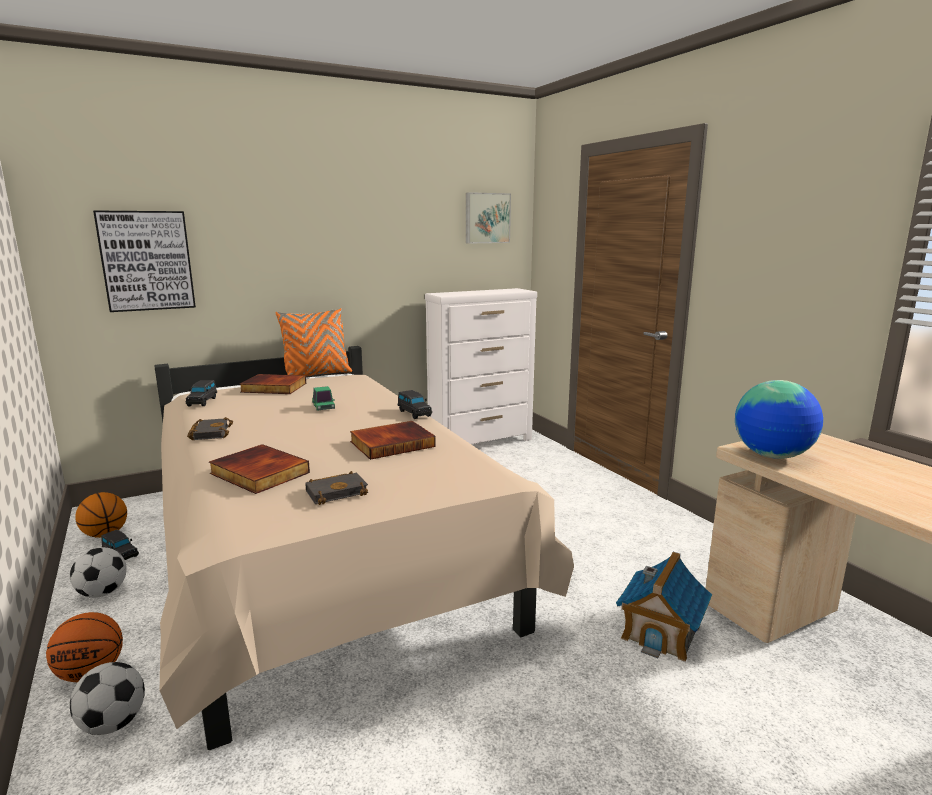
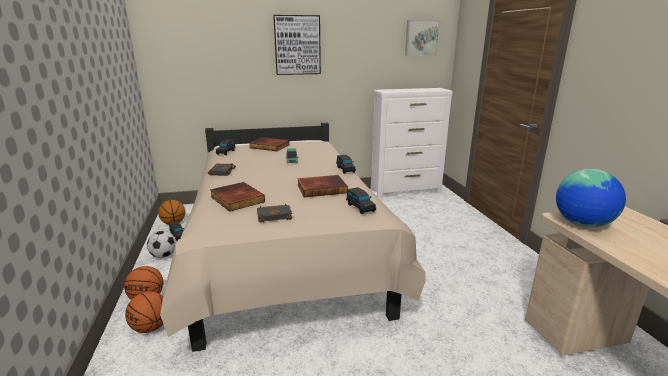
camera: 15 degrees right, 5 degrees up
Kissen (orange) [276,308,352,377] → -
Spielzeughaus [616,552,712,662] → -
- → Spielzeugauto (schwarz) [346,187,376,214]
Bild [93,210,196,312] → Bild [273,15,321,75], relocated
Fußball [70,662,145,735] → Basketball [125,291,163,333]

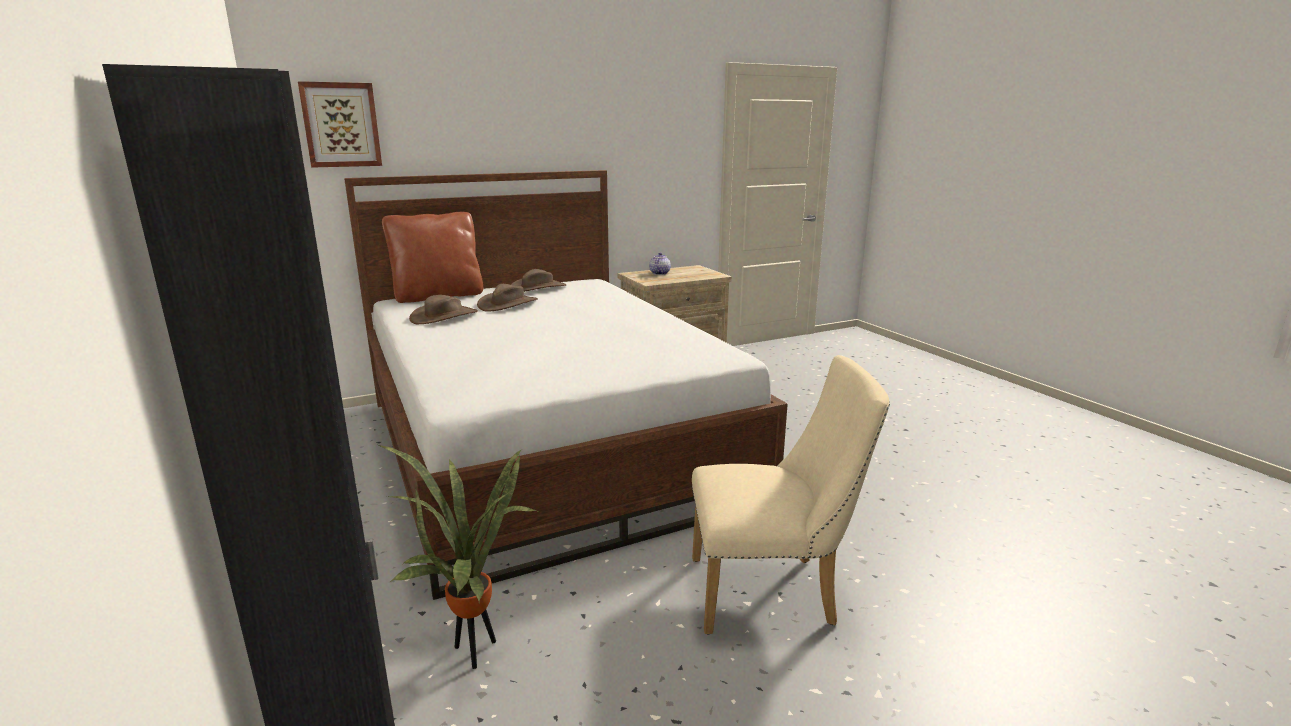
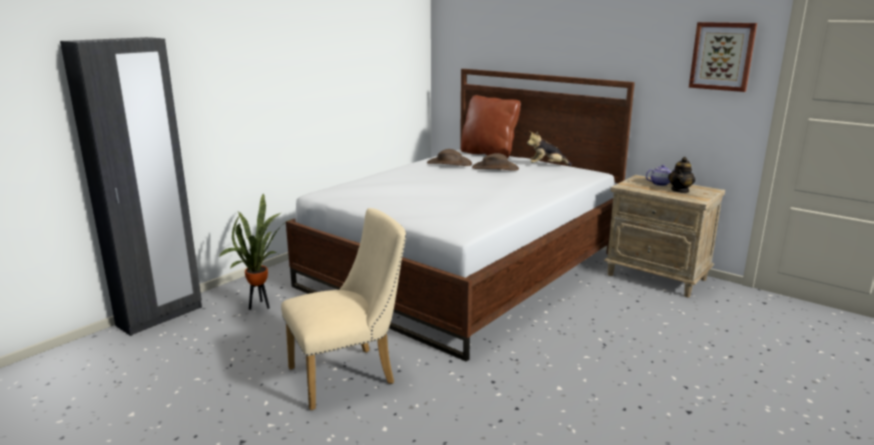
camera: 65 degrees right, 0 degrees up
- → Teekanne [668,157,696,193]
Bild [298,81,382,168] → Bild [689,22,757,92], relocated
Hut (braun) [511,269,566,292] → Plüschtier [527,131,572,166]
Stuhl (beige) [692,355,890,635] → Stuhl (beige) [281,208,406,410], 90 degrees counterclockwise

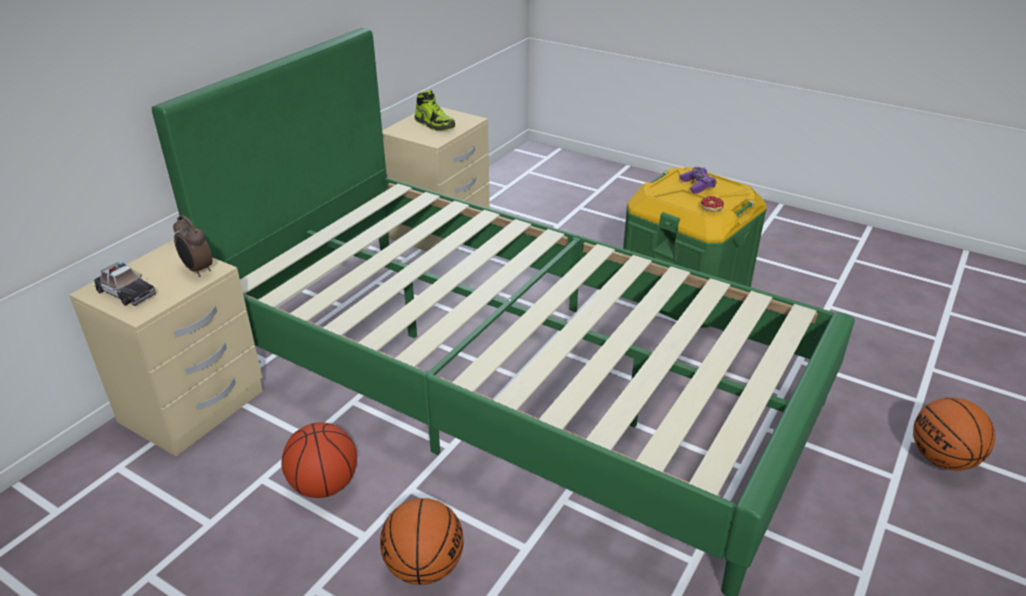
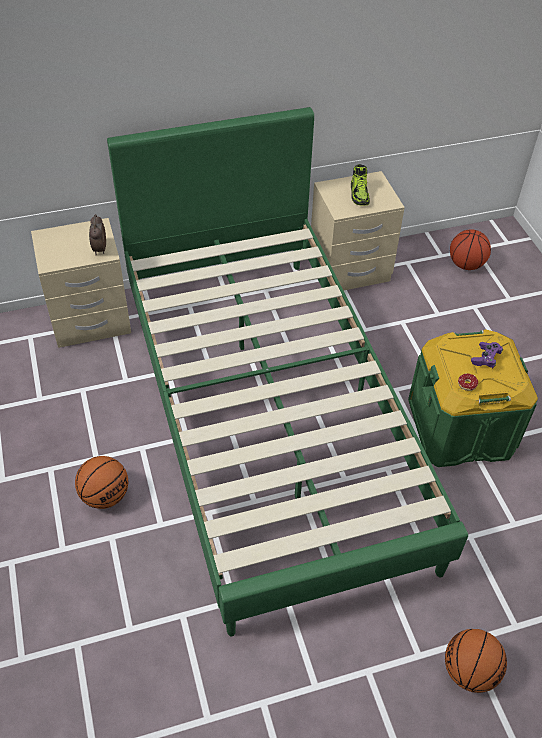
camera: 40 degrees right, 15 degrees up
Spielzeugauto [94,262,156,306] → -
Basketball [281,422,357,498] → Basketball [450,229,491,270], relocated

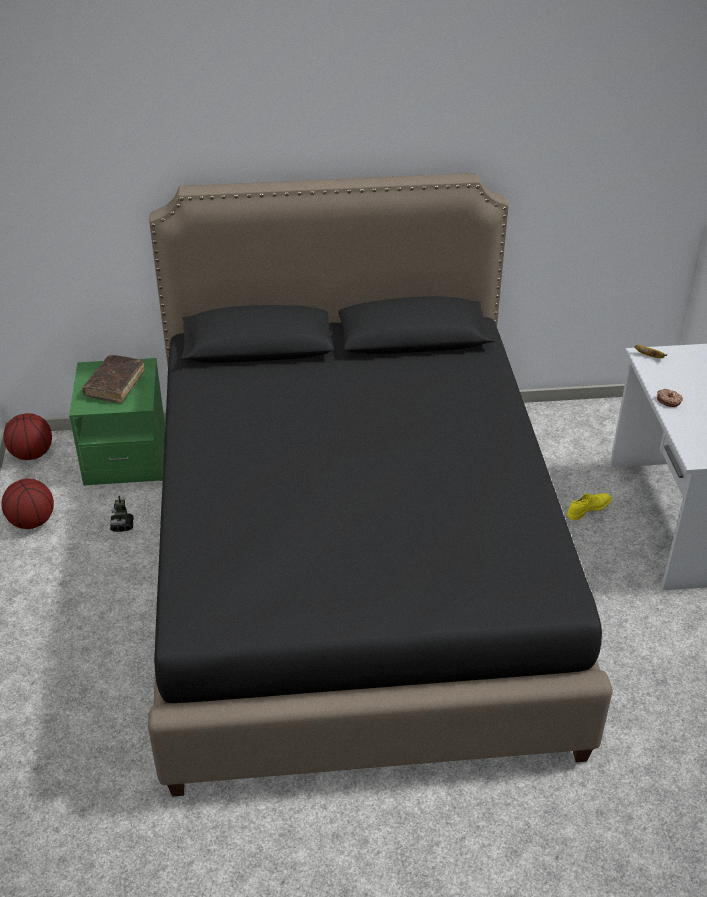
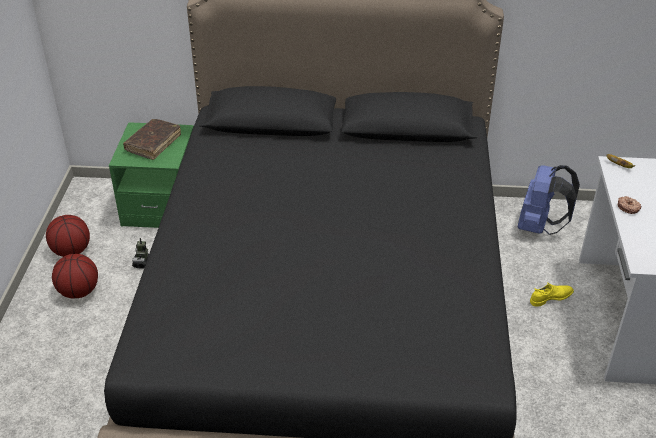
camera: 10 degrees right, 0 degrees up
- → Rucksack (blau) [518,165,580,235]
Basketball [4,413,52,460] → Basketball [52,254,98,298], relocated

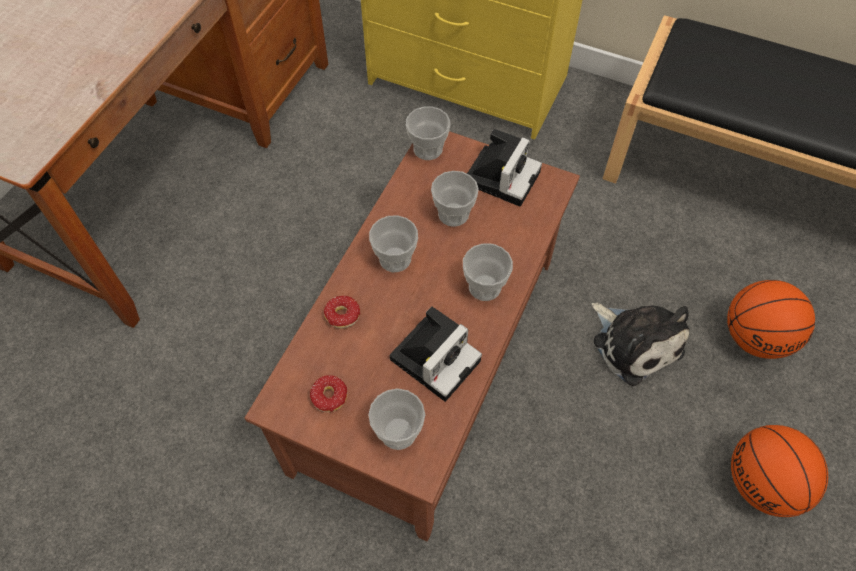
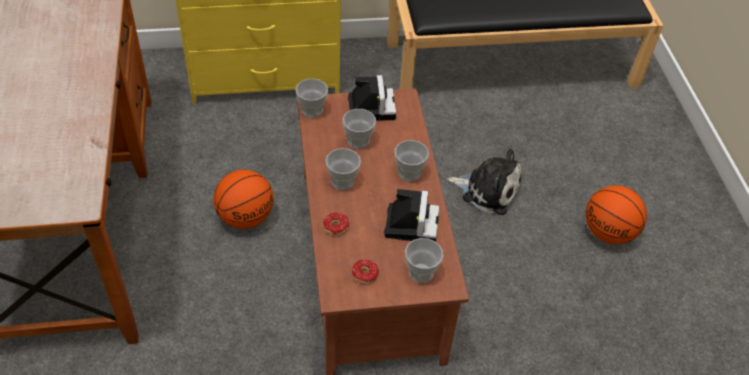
camera: 35 degrees left, 10 degrees down
Basketball [727,280,815,359] → Basketball [213,170,274,229], relocated

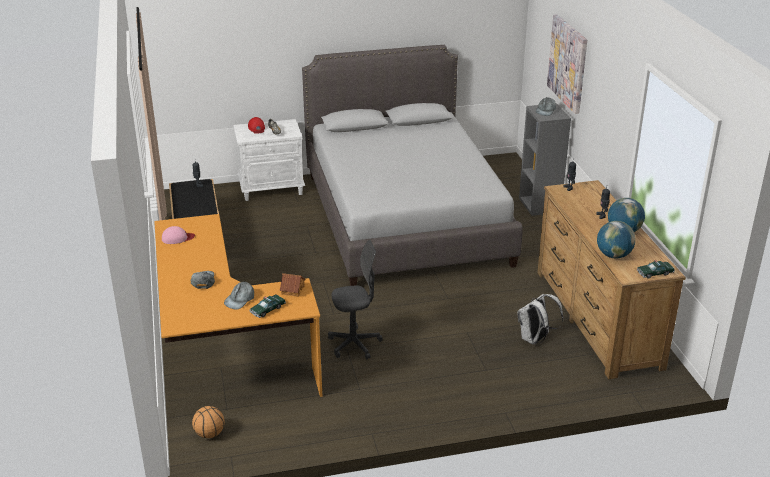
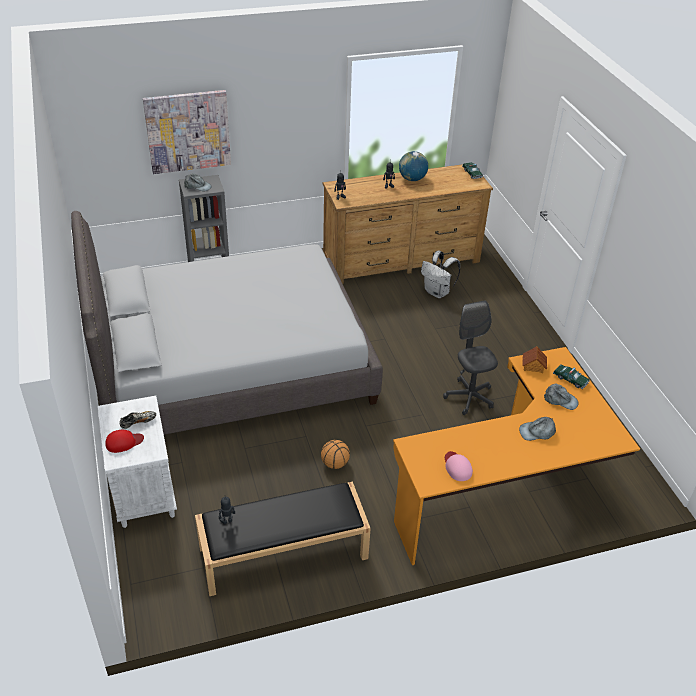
camera: 95 degrees left, 10 degrees up
Globus [597,221,636,259] → -
Basketball [192,406,225,438] → Basketball [321,440,350,469], relocated

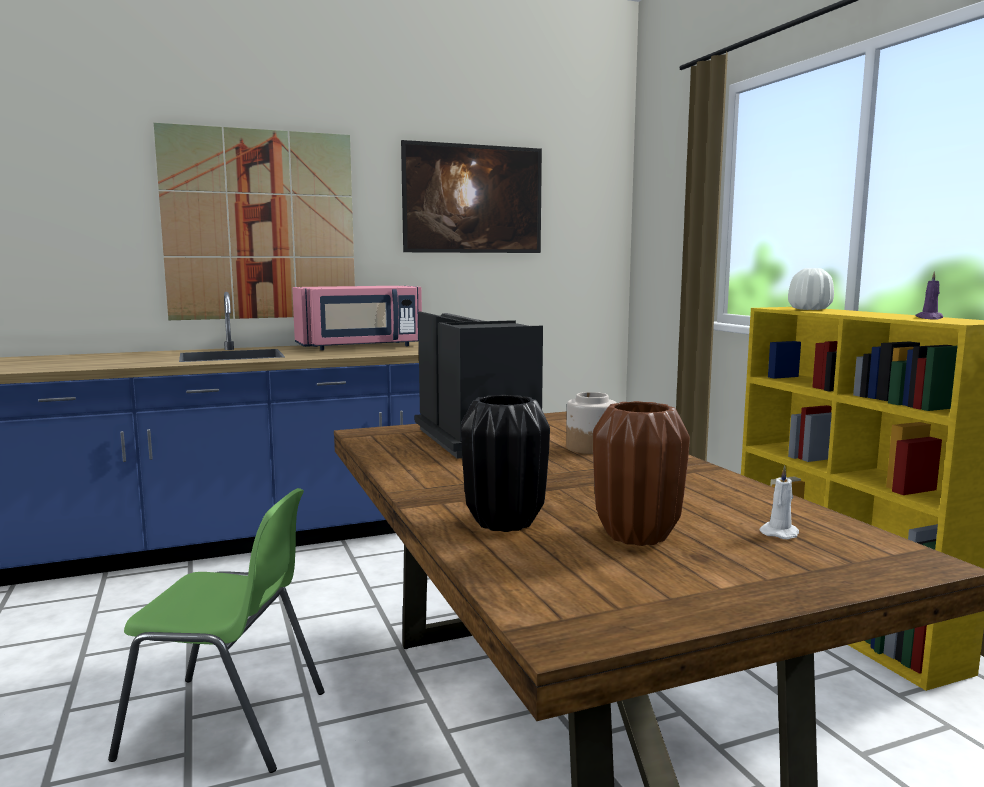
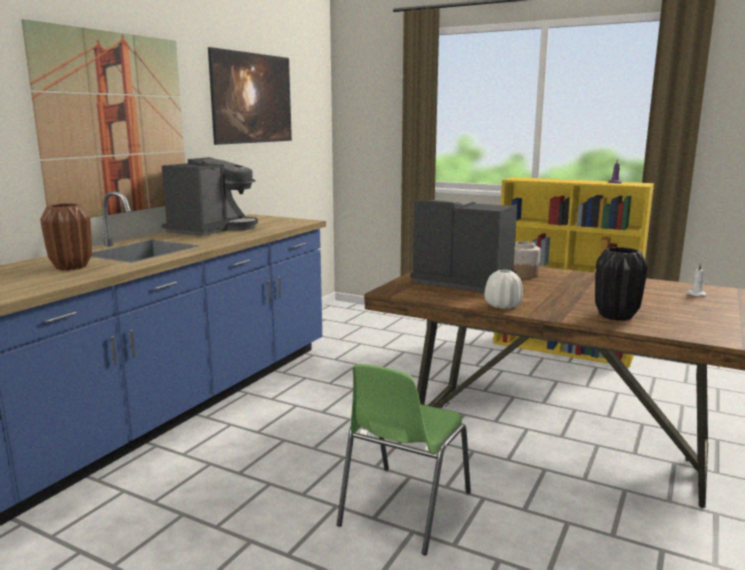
camera: 40 degrees left, 5 degrees up
Vase (braun) [593,401,690,546] → Vase (braun) [40,203,92,270], relocated
Vase (weiß) [788,268,834,310] → Vase (weiß) [484,270,523,309], relocated
Mikrowelle (rosa) [292,286,422,350] → Kaffeemaschine [162,157,258,236]
Stuhl (grün) [108,488,325,773] → Stuhl (grün) [337,364,471,555], 150 degrees clockwise

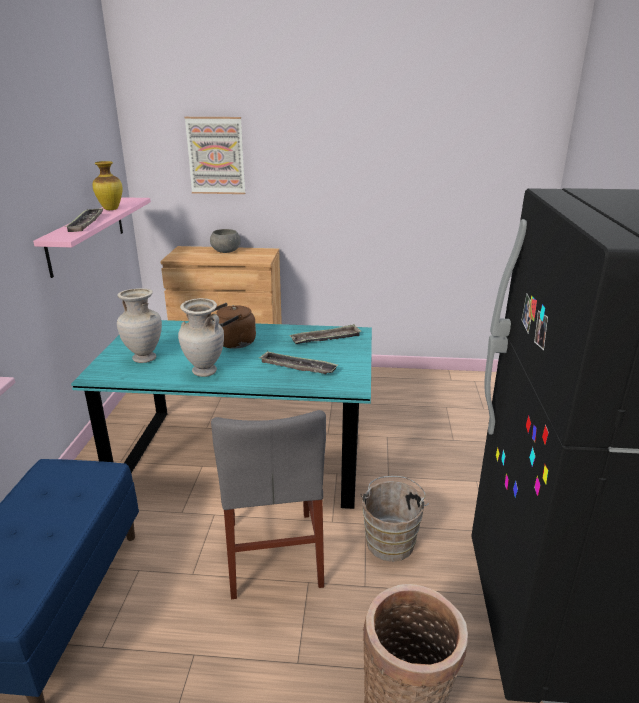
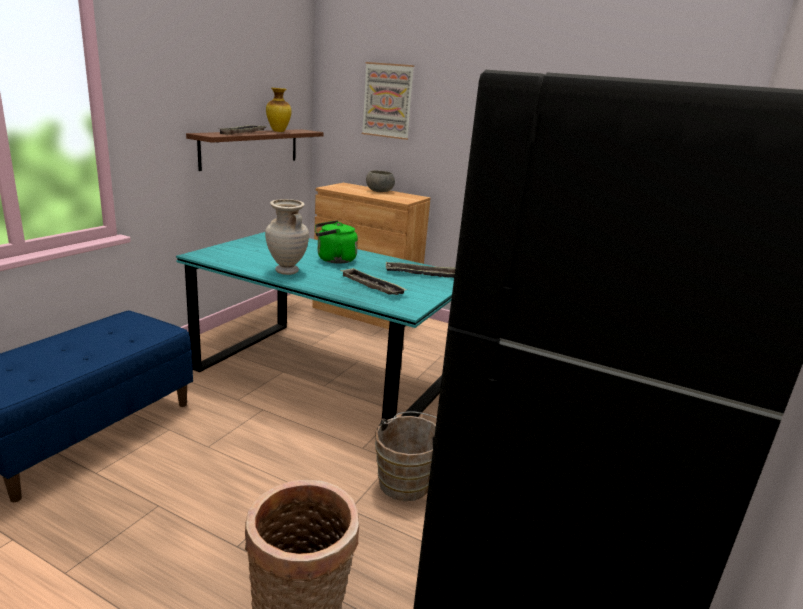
camera: 20 degrees right, 5 degrees down
Vase (beige) [117,288,162,363] → -
Stuhl (grau) [211,410,326,599] → -
Wandregal (rosa) [33,197,151,278] → Wandregal (braun) [186,129,324,171]
Wasserkessel (braun) [211,303,256,349] → Wasserkessel (grün) [315,220,358,264]

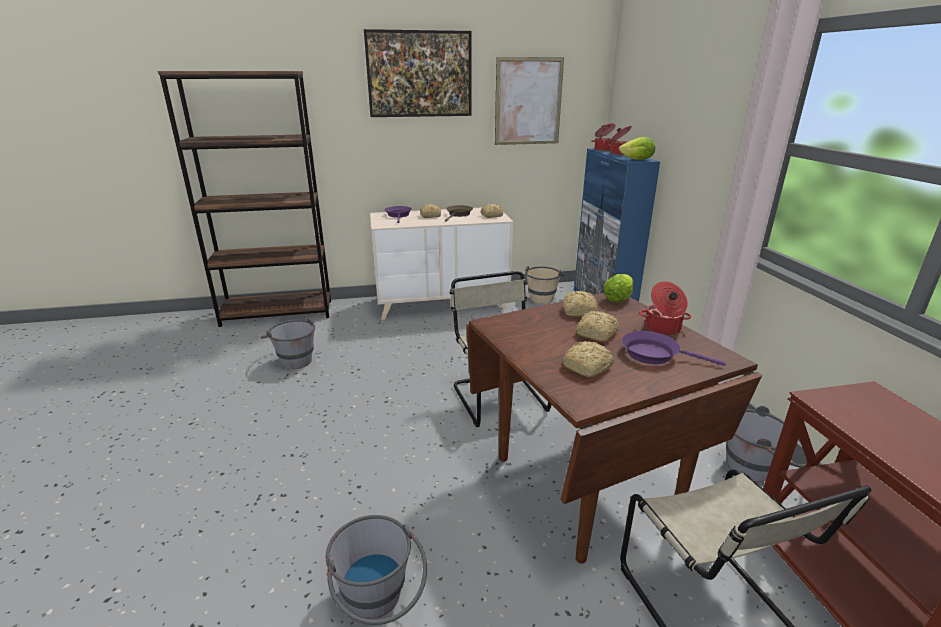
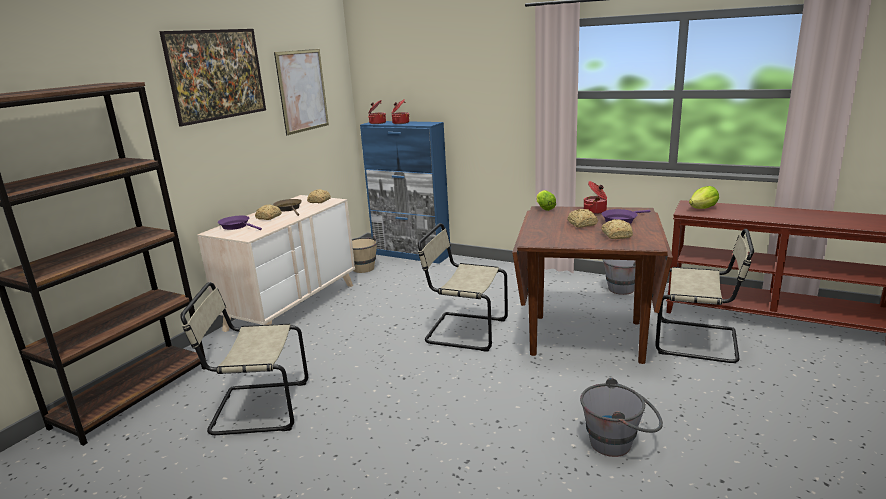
camera: 50 degrees left, 5 degrees down
Brot [564,291,598,317] → -
Salatkopf [619,137,655,160] → Salatkopf [689,186,719,209], relocated
Eimer (grau) [261,317,315,369] → Stuhl (beige) [180,282,308,435]

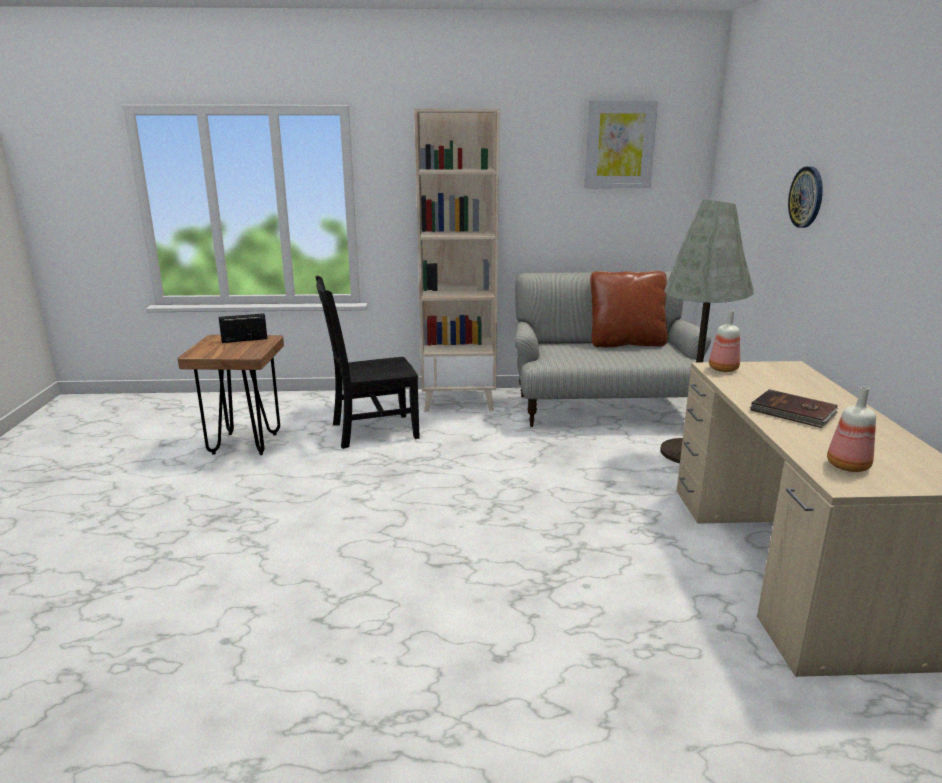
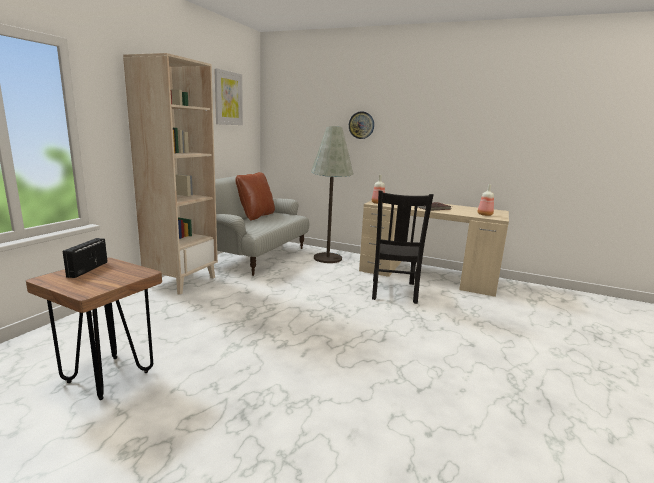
camera: 65 degrees left, 5 degrees down
Stuhl (schwarz) [316,276,420,449] → Stuhl (schwarz) [372,190,434,304], relocated

